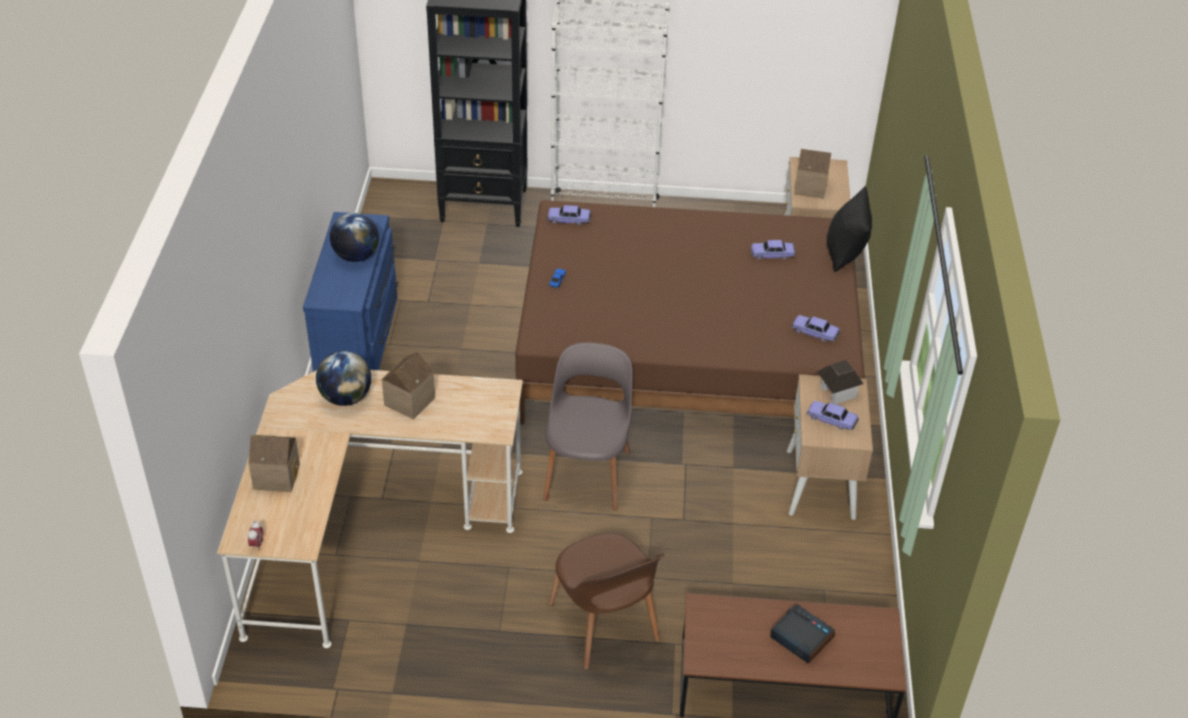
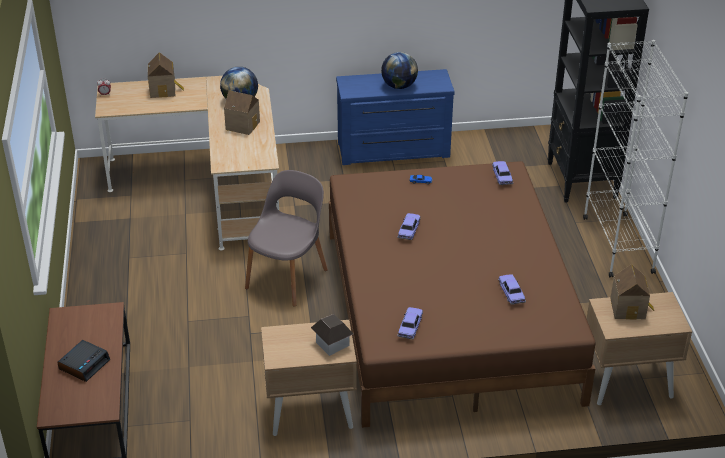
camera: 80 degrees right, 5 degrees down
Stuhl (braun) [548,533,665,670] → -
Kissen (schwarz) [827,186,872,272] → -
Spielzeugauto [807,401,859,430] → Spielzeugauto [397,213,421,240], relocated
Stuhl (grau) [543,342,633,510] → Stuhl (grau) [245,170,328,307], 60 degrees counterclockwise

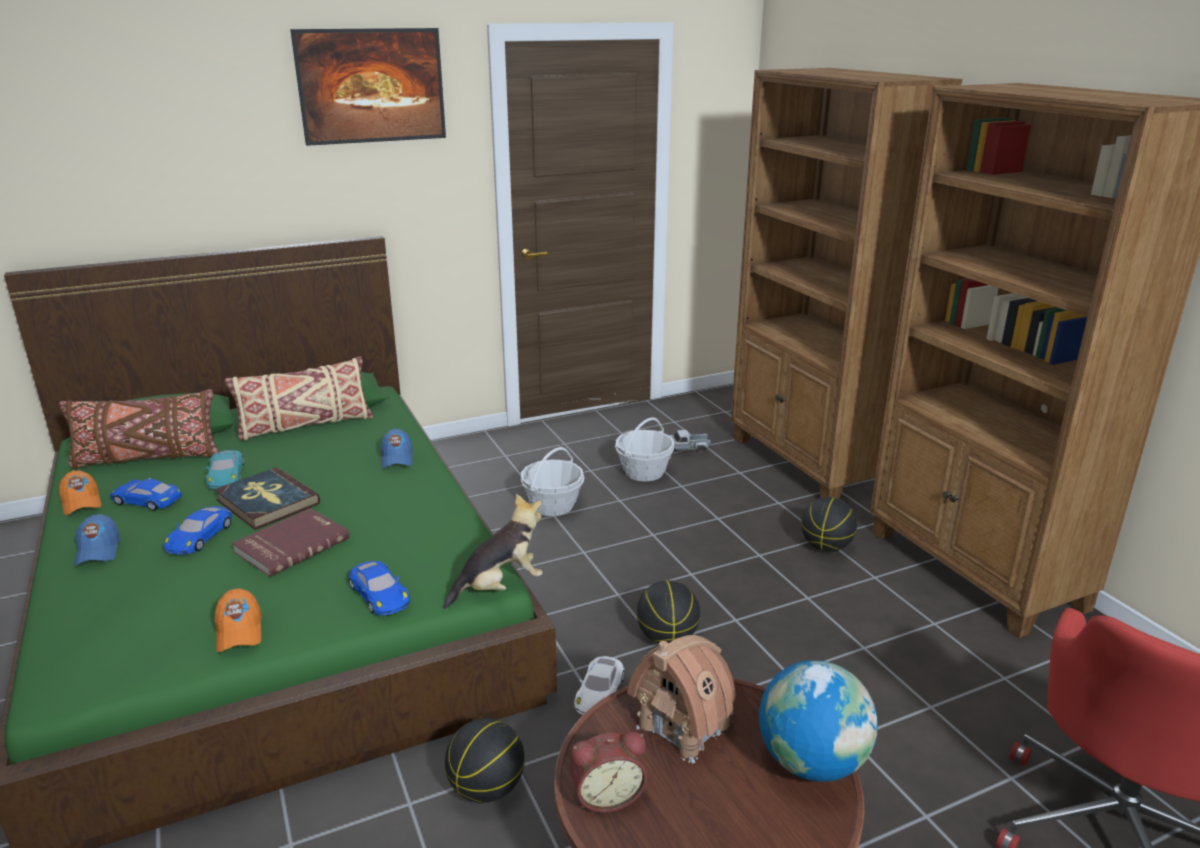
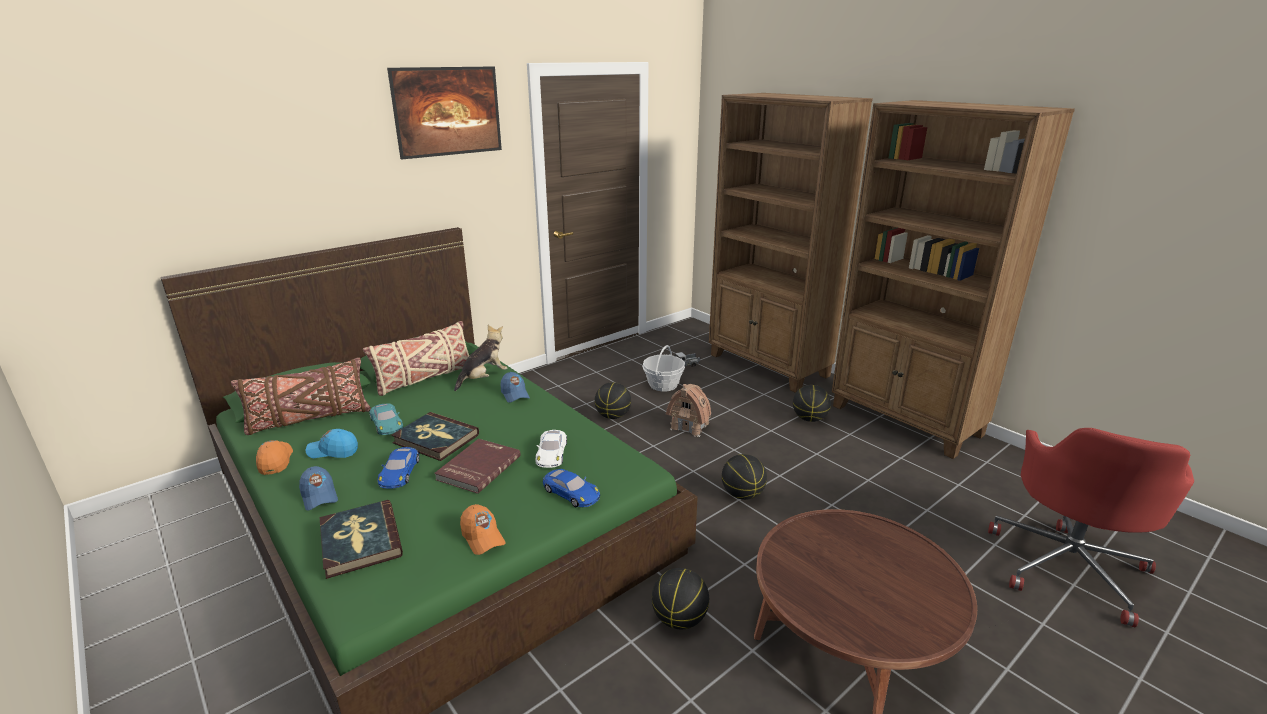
camera: 15 degrees left, 0 degrees up
Wecker [570,732,647,813] → -
Globus [759,660,878,782] → -
- → Buch [319,500,403,579]
Plüschtier [444,494,543,609] → Plüschtier [454,325,507,391], relocated
Spielzeugauto (weiß) [574,656,624,715] → Spielzeugauto (weiß) [535,430,567,468], relocated
Spielzeughaus [627,635,736,764] → Spielzeughaus [666,384,711,437], relocated
Spielzeugauto (blau) [110,478,182,511] → Kappe (blau) [305,429,358,458]
Korb [521,447,585,516] → Basketball [595,382,631,419]
Kappe (orange) [59,470,102,515] → Kappe (orange) [256,440,293,475], 150 degrees counterclockwise

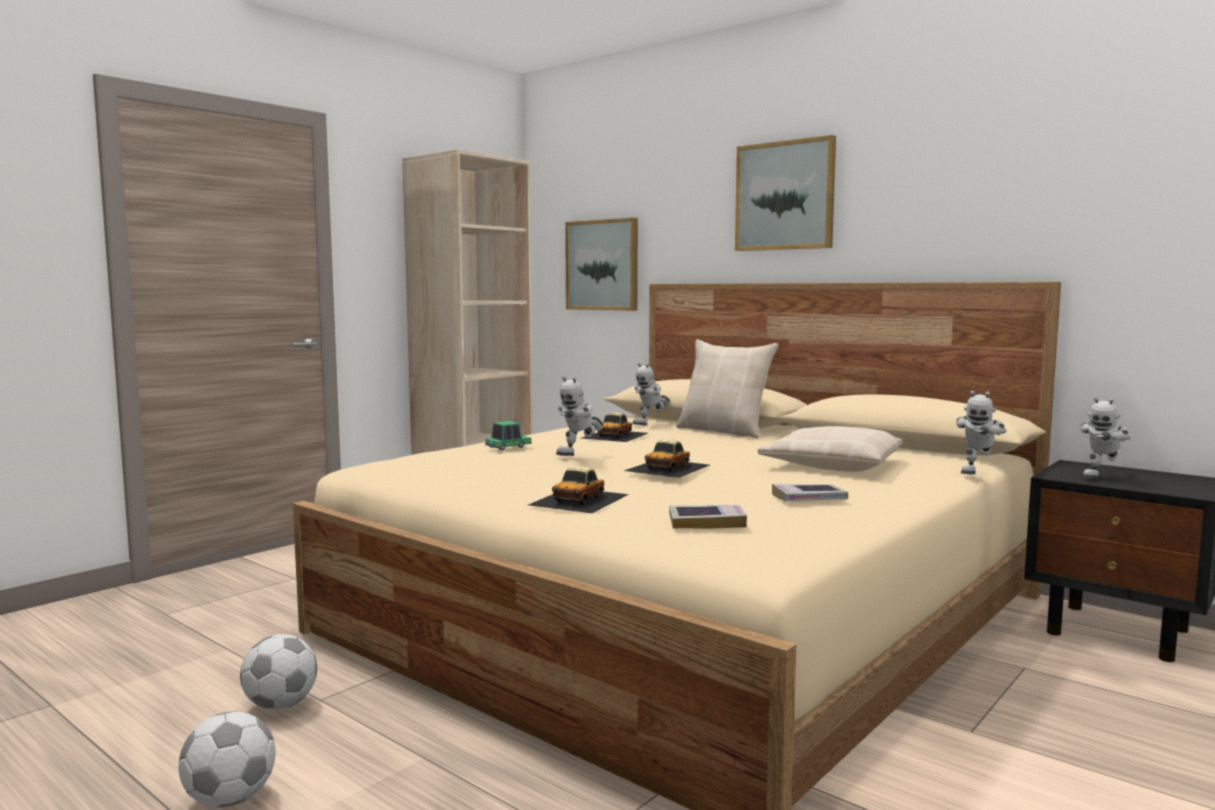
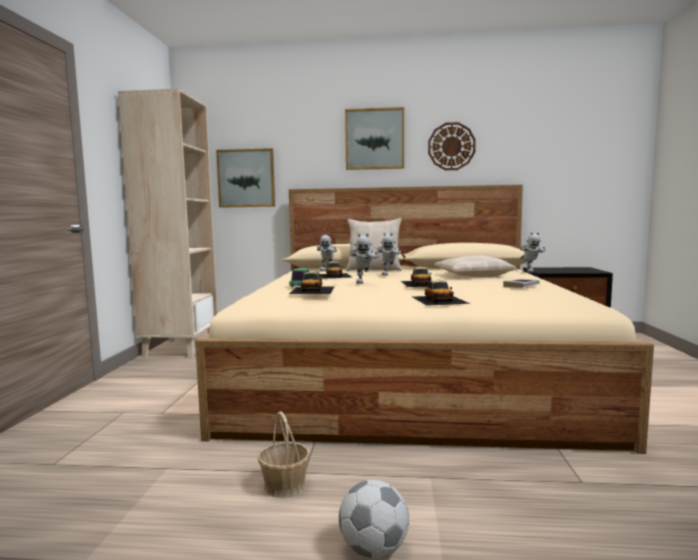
camera: 35 degrees left, 0 degrees up
Buch [669,505,747,529] → -
- → Spielzeugauto [289,271,335,294]
- → Wanduhr [428,122,476,170]
Spielzeugroboter [1081,397,1130,479] → Spielzeugroboter [378,233,401,276], relocated
Fußball [240,634,317,710] → Korb [258,411,310,498]

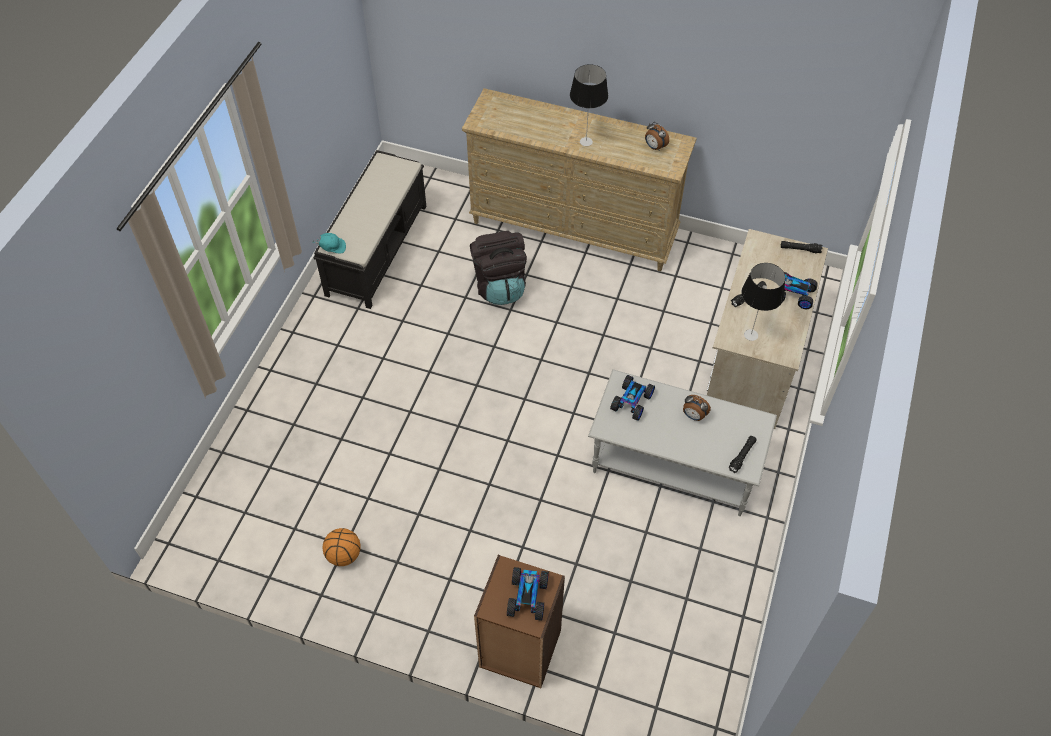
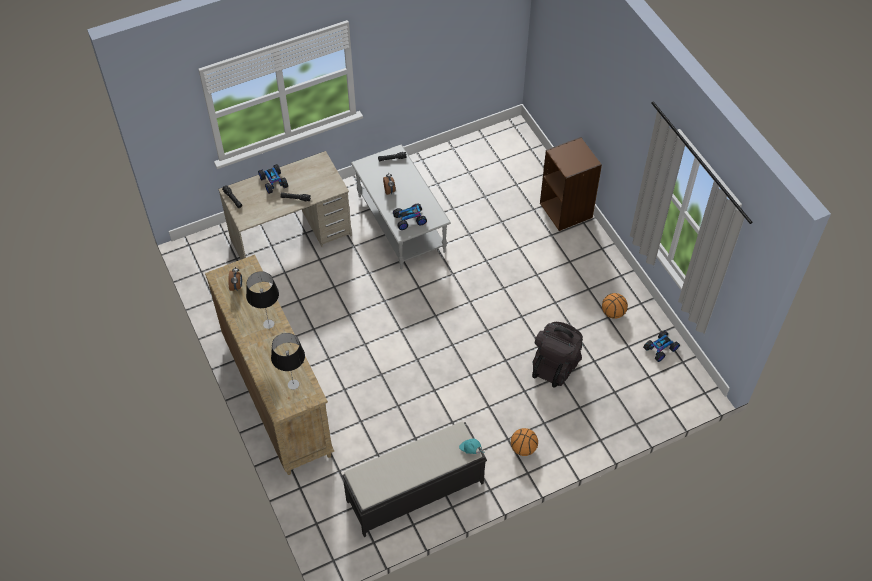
camera: 135 degrees left, 0 degrees up
- → Basketball [511,428,538,456]
Rucksack (schwarz) [470,231,527,305] → Rucksack (schwarz) [532,322,583,388], relocated
Spielzeugauto [507,567,549,621] → Spielzeugauto [643,330,680,362], relocated
Tischlampe [741,263,785,341] → Tischlampe [271,333,305,390], relocated

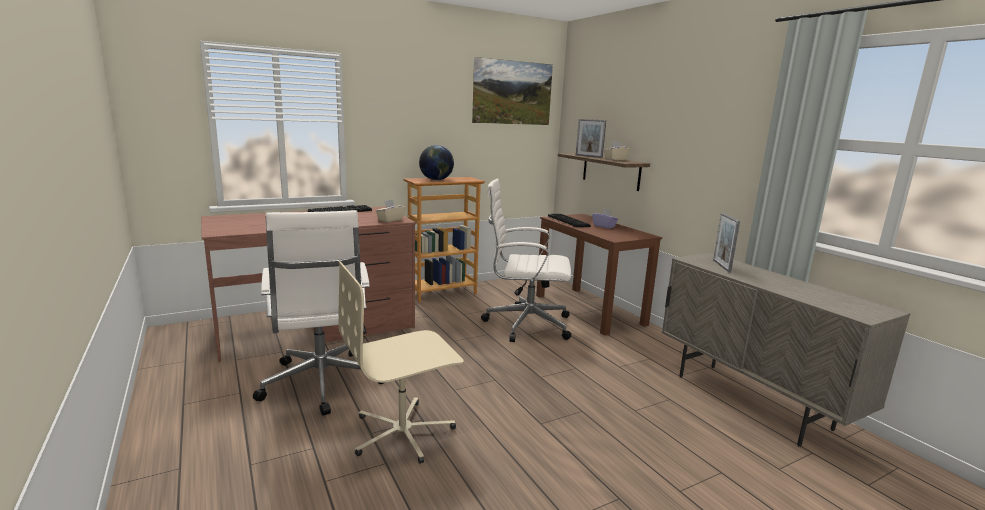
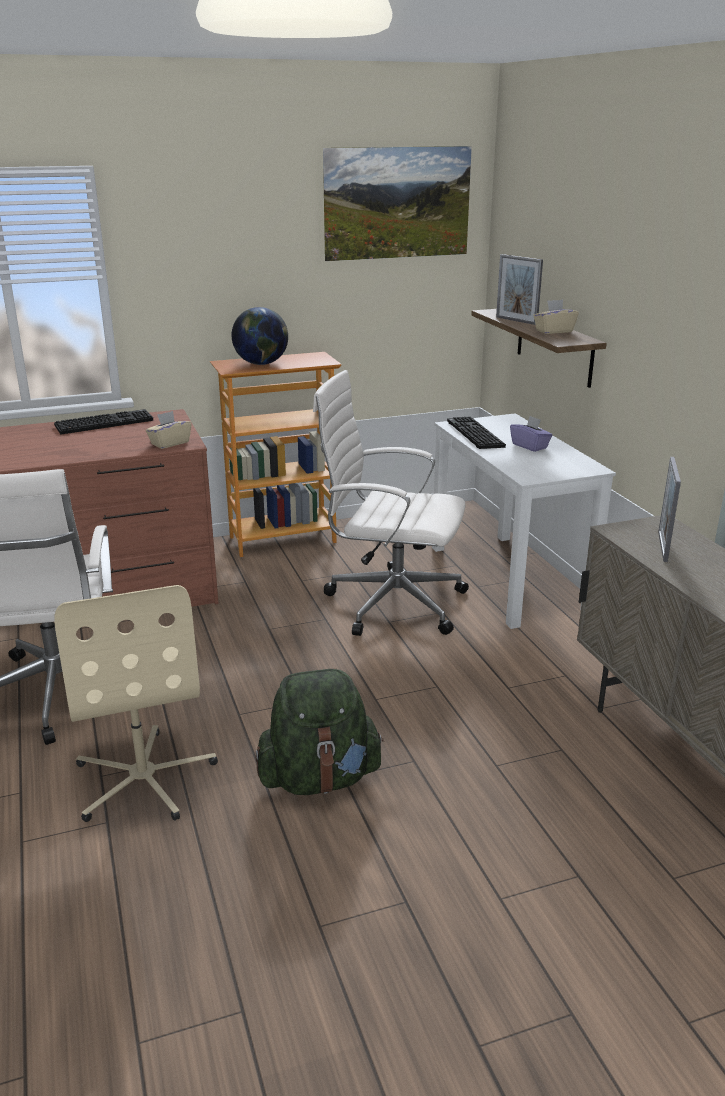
camera: 10 degrees right, 10 degrees up
- → Rucksack (grün) [255,668,384,795]
Schreibtisch (braun) [536,214,662,336] → Schreibtisch (weiß) [432,413,616,629]
Bürostuhl (beige) [339,261,464,464] → Bürostuhl (beige) [54,585,218,822], 90 degrees counterclockwise

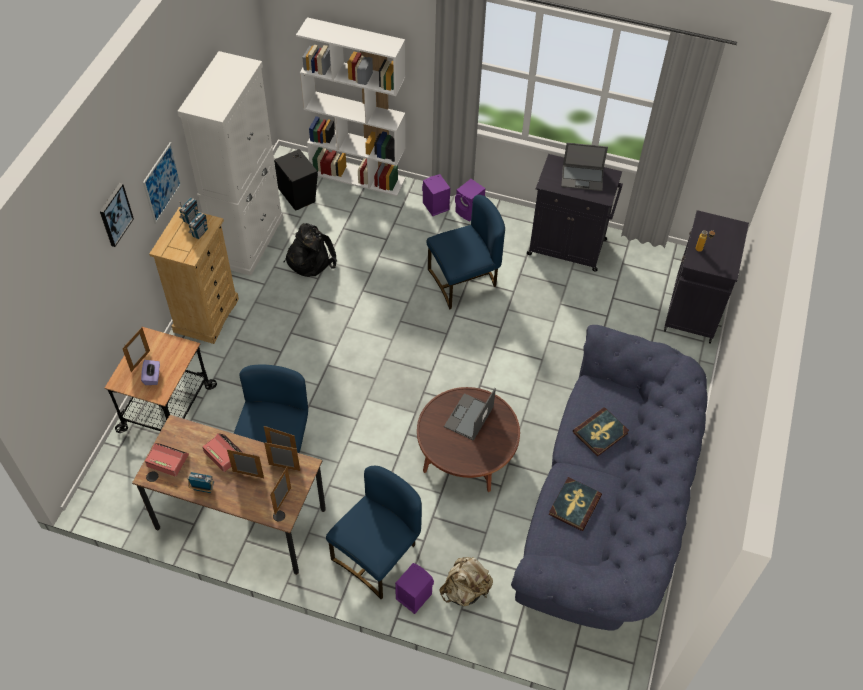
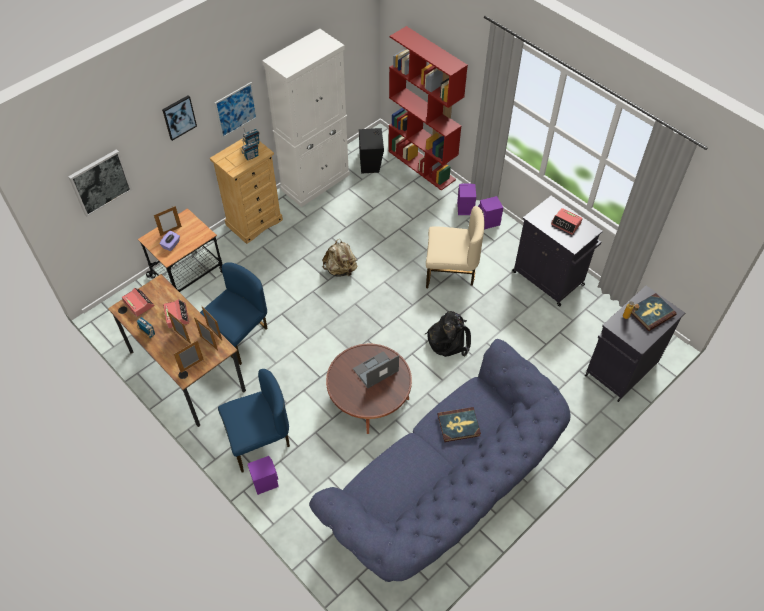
camera: 30 degrees right, 0 degrees up
- → Bild [68,149,132,217]
Rucksack (schwarz) [284,223,337,277] → Rucksack (schwarz) [425,311,471,357], relocated
Rucksack (beige) [439,557,493,606] → Rucksack (beige) [323,238,357,277], relocated
Buch [549,477,602,531] → Buch [631,293,677,331], relocated
Laptop [561,143,608,191] → Wecker [551,208,583,235]
Bücherregal (weiß) [296,17,405,196] → Bücherregal (rot) [389,26,468,190]
Stuhl (blau) [427,195,505,309] → Stuhl (beige) [426,206,484,288]

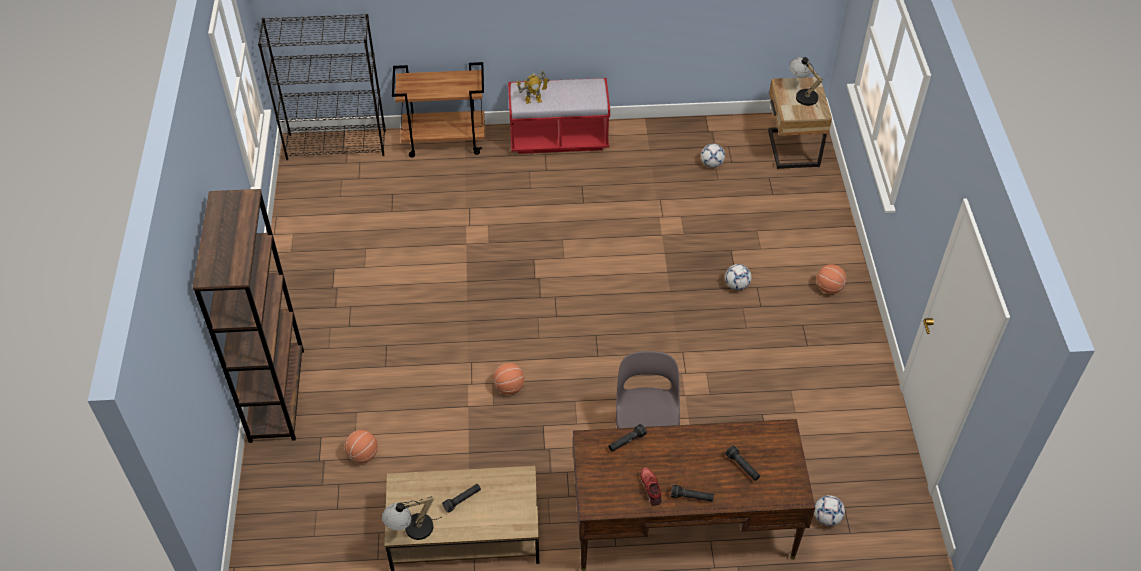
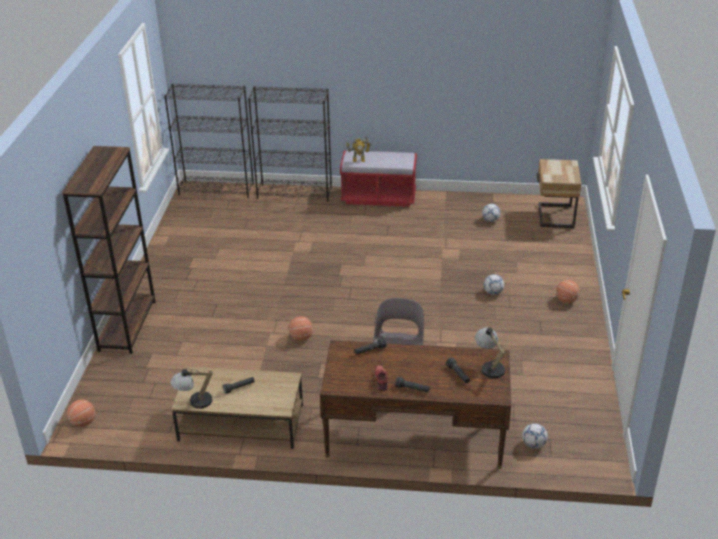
camera: 10 degrees right, 15 degrees down
Basketball [345,430,378,463] → Basketball [67,400,95,427], relocated
Tischlampe [789,57,823,109] → Tischlampe [475,327,505,383], relocated
Rollwagen (braun) [392,62,485,157] → Bücherregal (schwarz) [248,86,332,202]

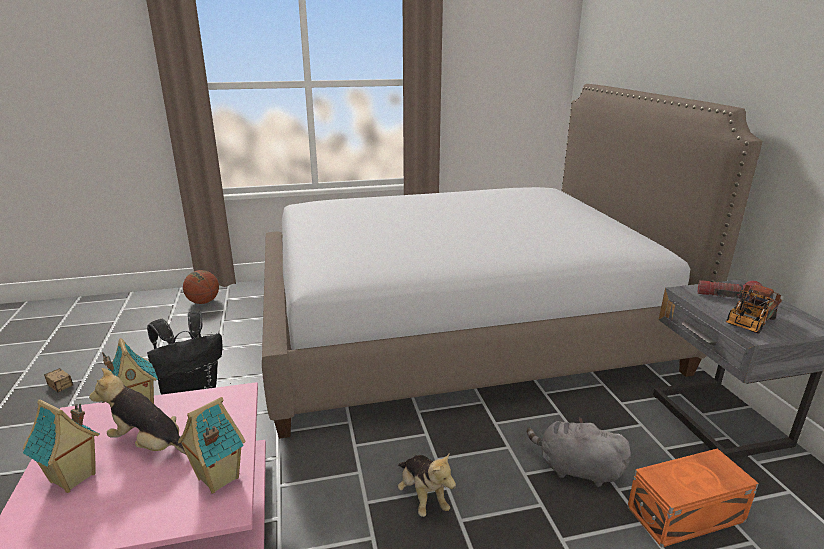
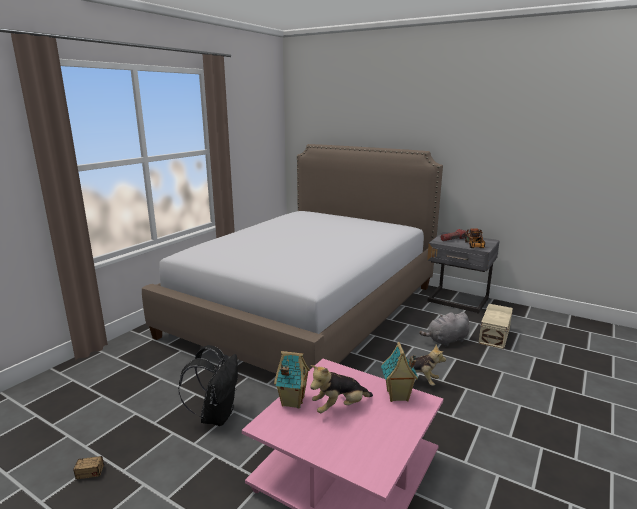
camera: 45 degrees left, 5 degrees down
Spielzeughaus [22,399,99,493] → -
Basketball [183,270,219,304] → -
Aufbewahrungsbox (orange) [627,448,759,548] → Aufbewahrungsbox (beige) [479,304,513,349]

